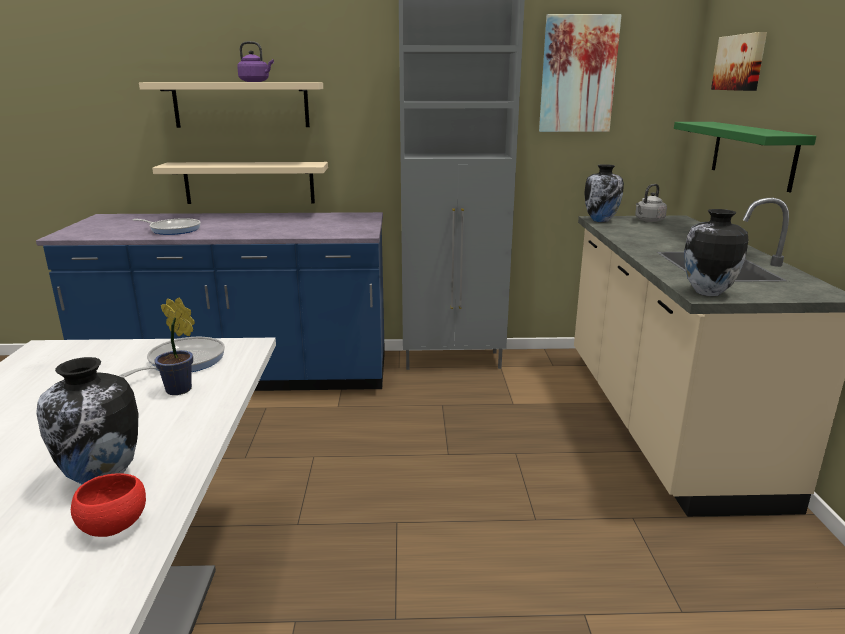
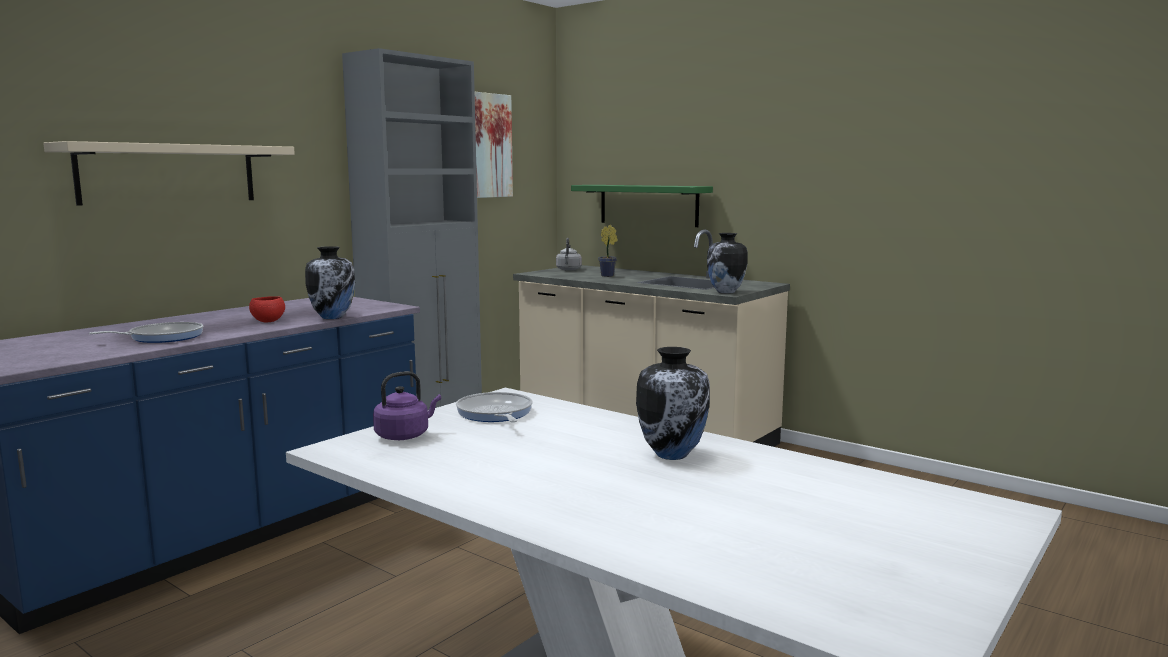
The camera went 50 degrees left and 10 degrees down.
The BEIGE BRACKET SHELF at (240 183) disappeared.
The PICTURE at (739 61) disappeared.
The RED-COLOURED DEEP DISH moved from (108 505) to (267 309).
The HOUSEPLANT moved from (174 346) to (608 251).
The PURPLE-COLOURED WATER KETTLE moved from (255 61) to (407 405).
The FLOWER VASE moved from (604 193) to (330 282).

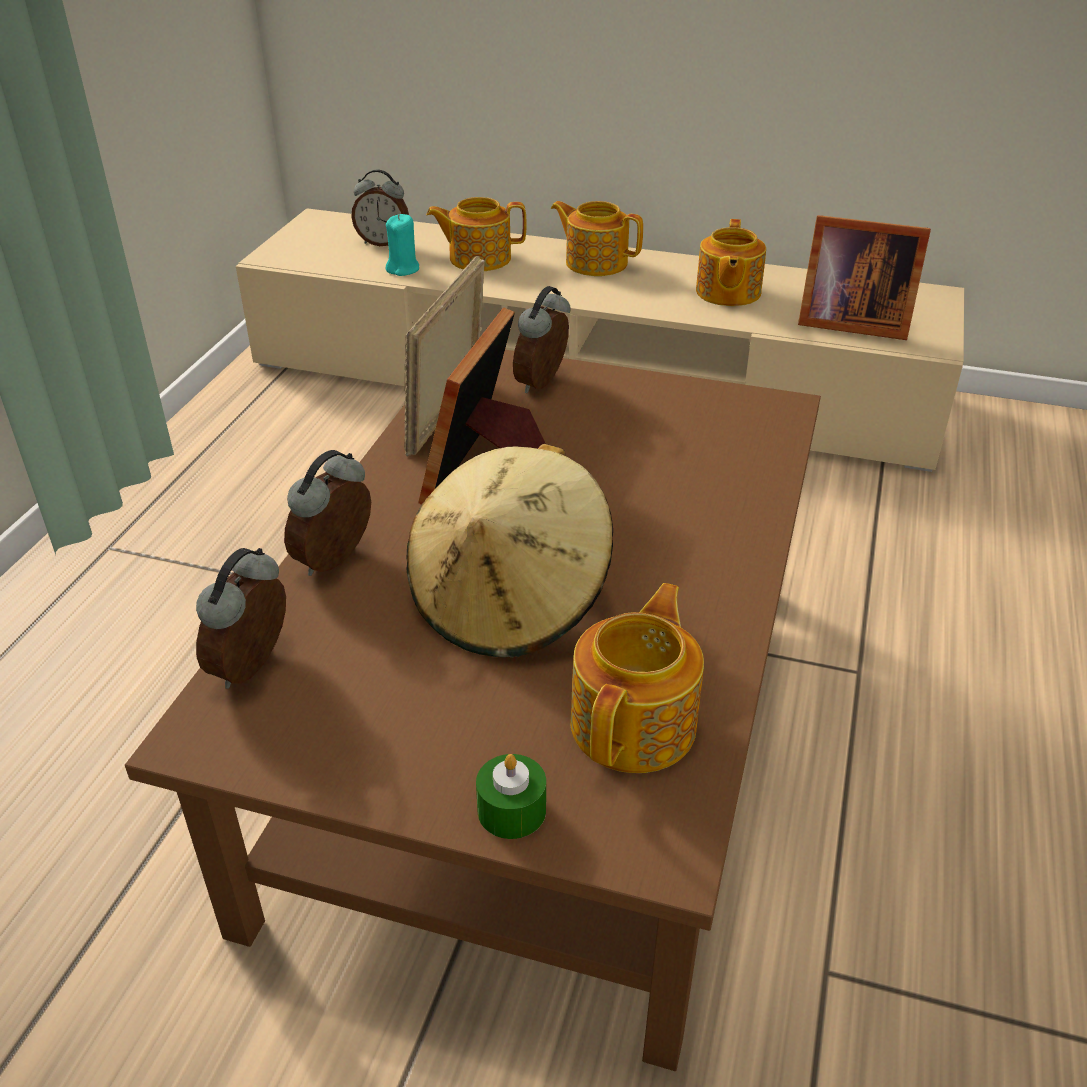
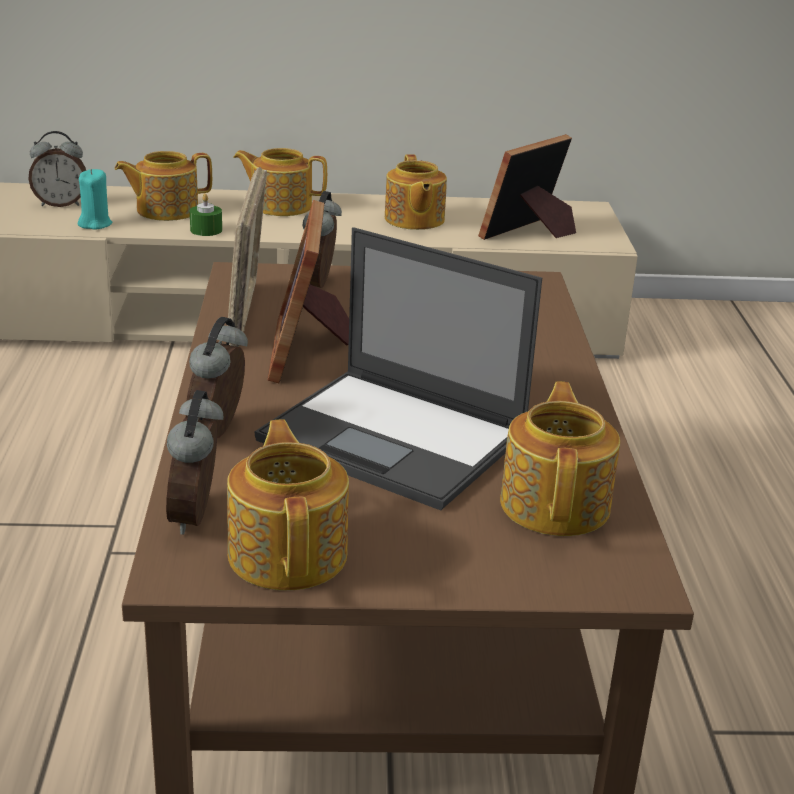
The camera went 20 degrees left and 10 degrees down.
The TEA POT at (288 505) appeared.
The GREEN WAX CANDLE moved from (511 796) to (206 215).
The BEIGE CLOTHING HAT at (509 551) was replaced by the NOTEBOOK COMPUTER at (398 368).
The STANDING FRAME at (864 277) turned 135 degrees clockwise.

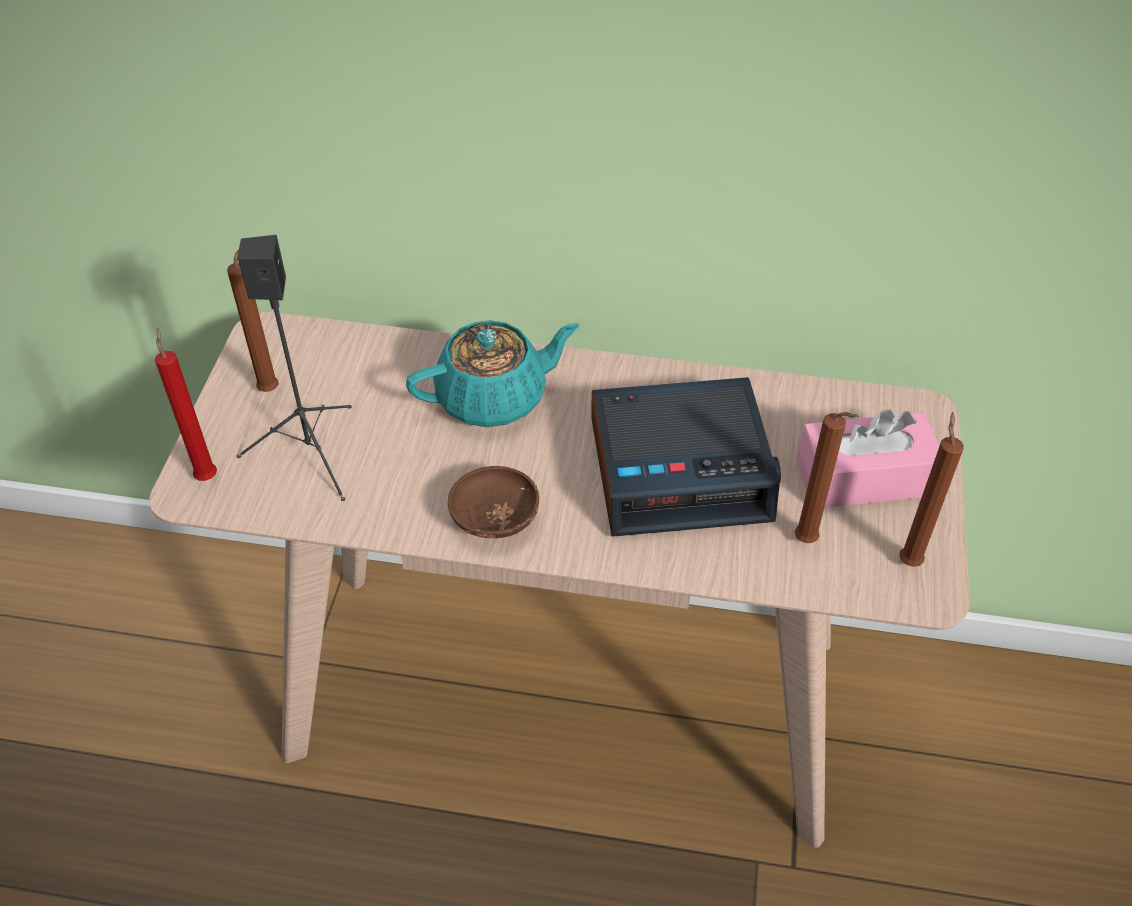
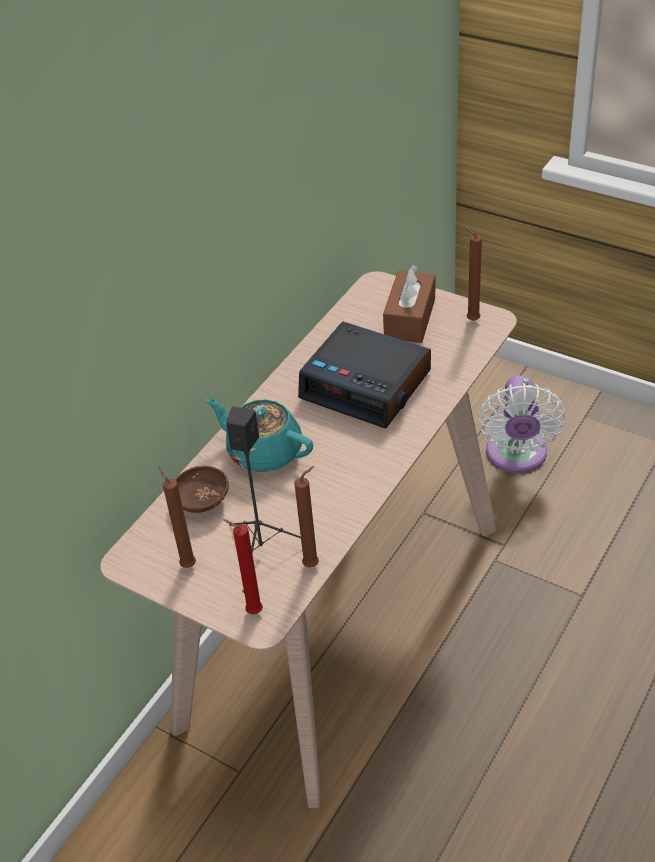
The camera went 65 degrees left and 5 degrees down.
The WHITISH ELECTRIC FAN at (522 424) appeared.
The BROWN-COLOURED DEEP DISH moved from (493 502) to (202 489).
The BROWN-COLOURED WAX CANDLE moved from (827 477) to (306 517).
The PINK-COLOURED BOX OF TISSUES at (867 458) became the BROWN-COLOURED BOX OF TISSUES at (409 304).
The TURQUOISE TEA POT at (493 373) turned 60 degrees counterclockwise.
The ALARM CLOCK at (686 456) turned 105 degrees clockwise.

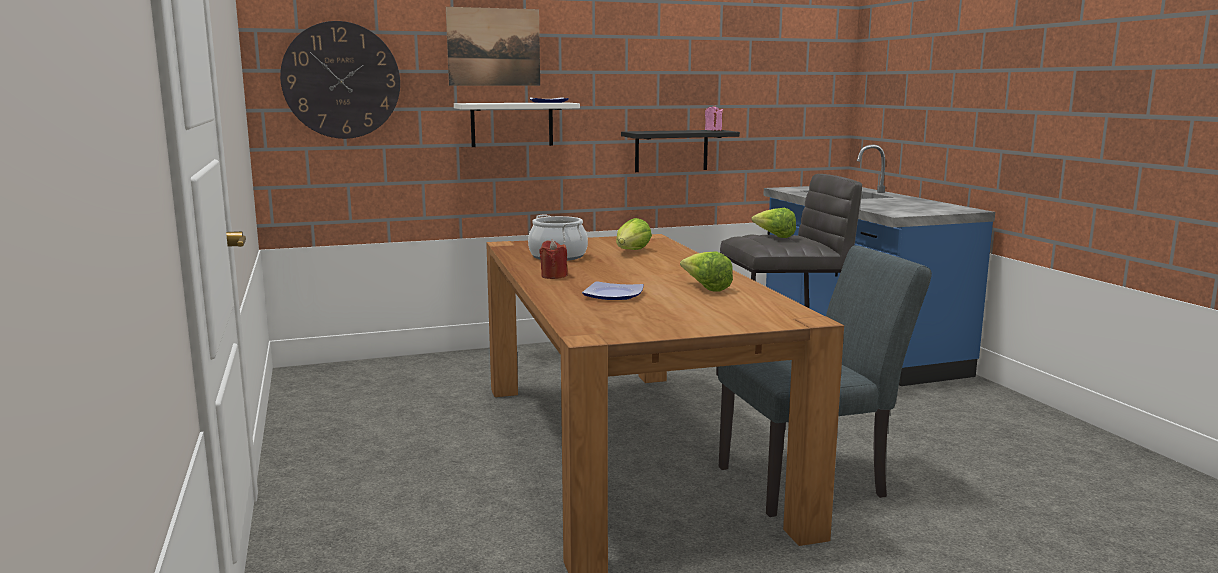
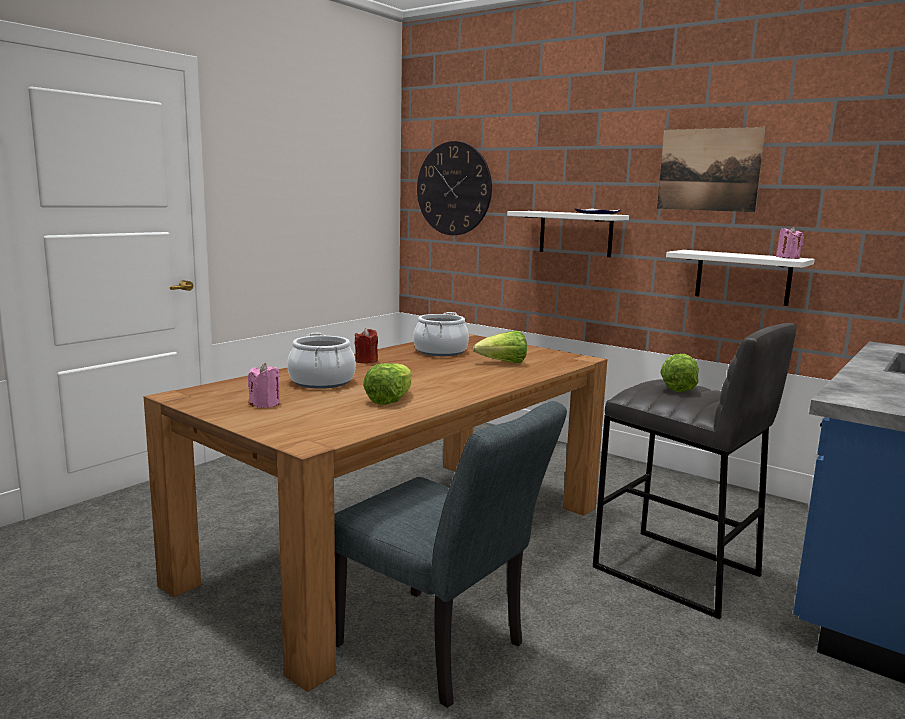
The camera went 55 degrees right and 0 degrees up.
The PINK-COLOURED WAX CANDLE at (264 385) appeared.
The PICTURE moved from (493 46) to (711 169).
The FLAT DISH at (613 290) was replaced by the SAUCEPOT at (321 361).
The BLACKISH BRACKET SHELF at (680 151) became the WHITISH BRACKET SHELF at (740 278).

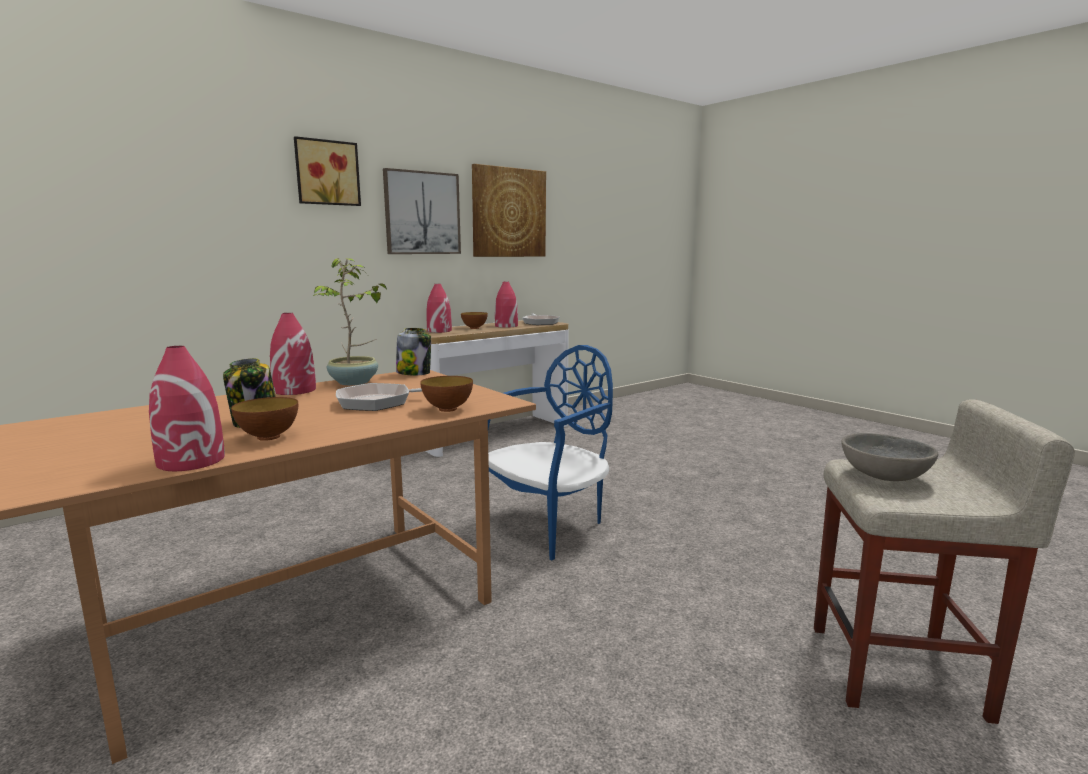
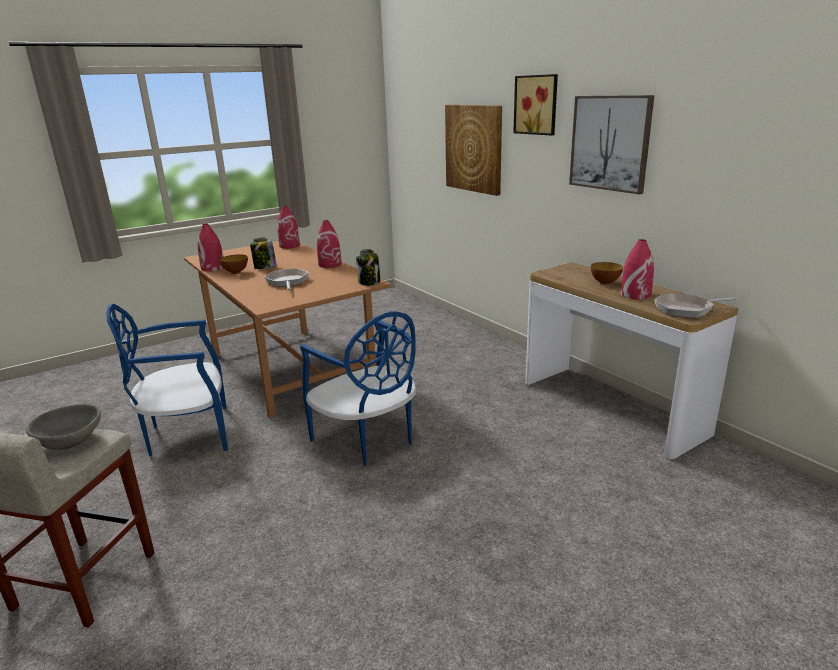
The camera went 95 degrees right and 10 degrees up.
The HOUSEPLANT at (350 321) disappeared.
The DEEP DISH at (446 394) disappeared.
The BLUE PLAIN CHAIR at (167 380) appeared.
The RED-COLOURED FLOWER VASE moved from (439 308) to (288 227).
The PICTURE moved from (509 210) to (473 150).

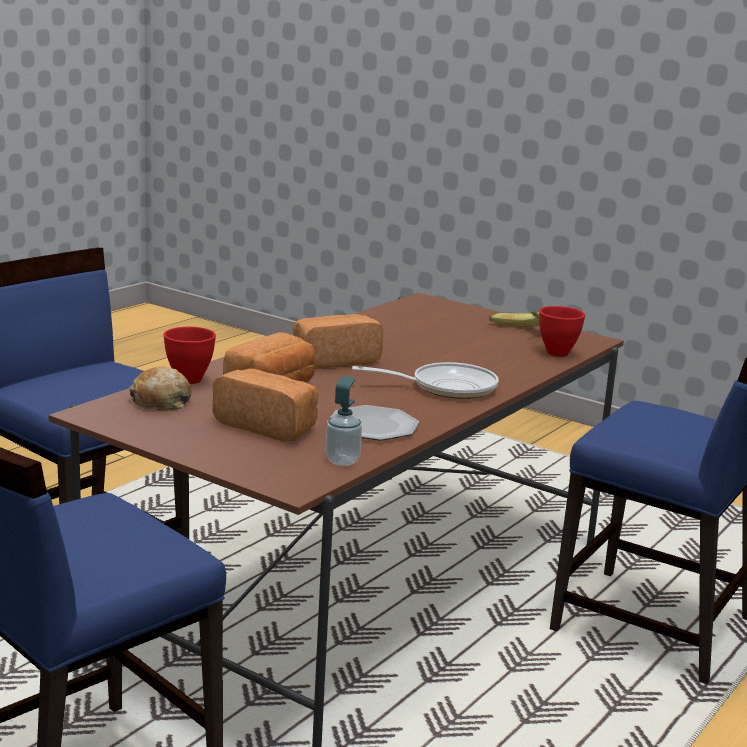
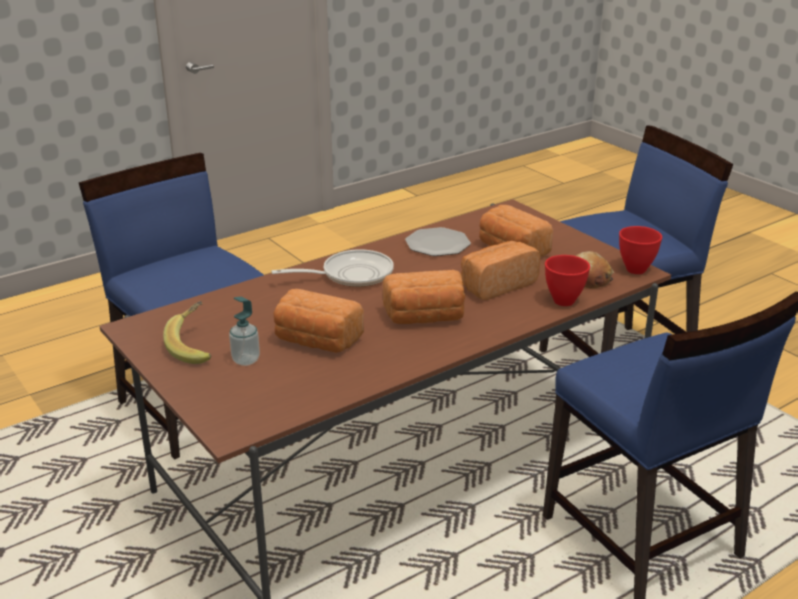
The camera went 160 degrees left and 10 degrees up.
The BREAD at (318 321) appeared.
The LIQUID SOAP BOTTLE moved from (344 421) to (244 331).
The RED-COLOURED DEEP DISH moved from (562 331) to (640 250).
The PAN at (425 380) turned 150 degrees clockwise.

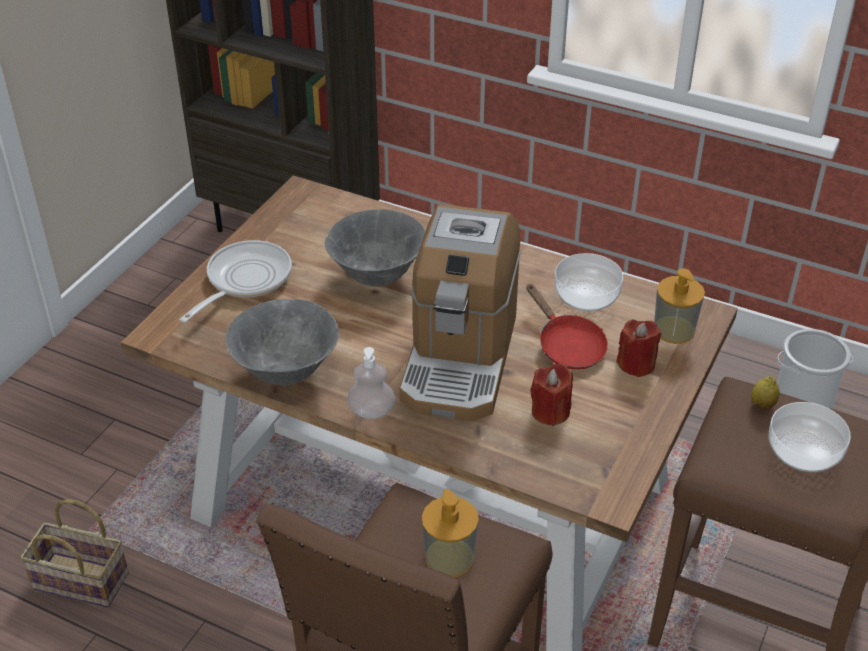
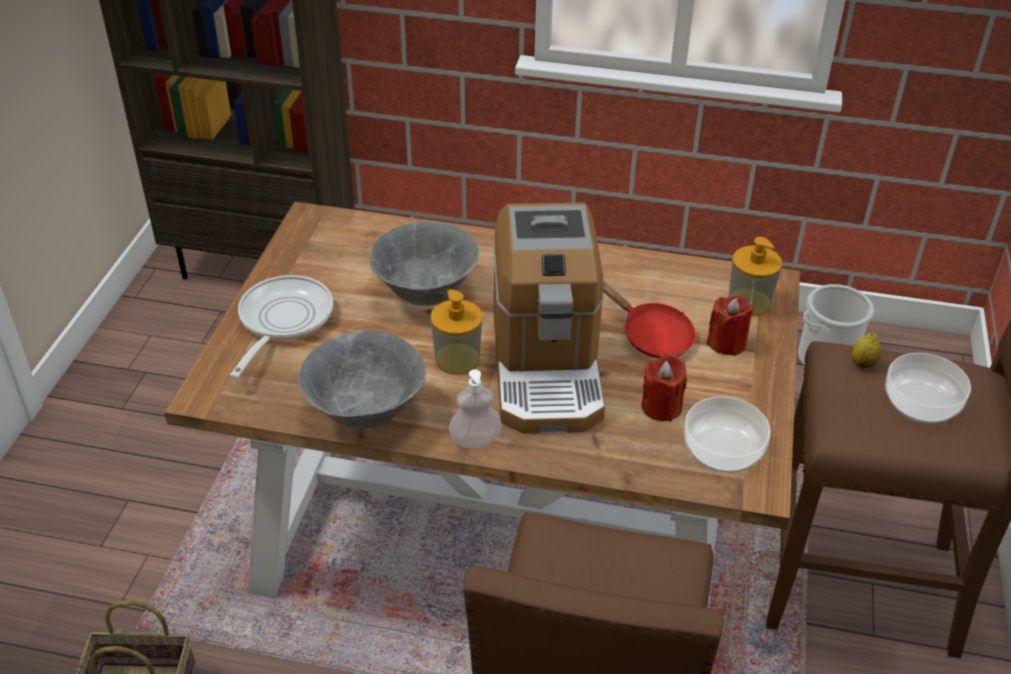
The camera went 15 degrees left and 0 degrees up.
The LIQUID SOAP BOTTLE moved from (450 533) to (456 332).
The DEEP DISH moved from (588 282) to (727 434).

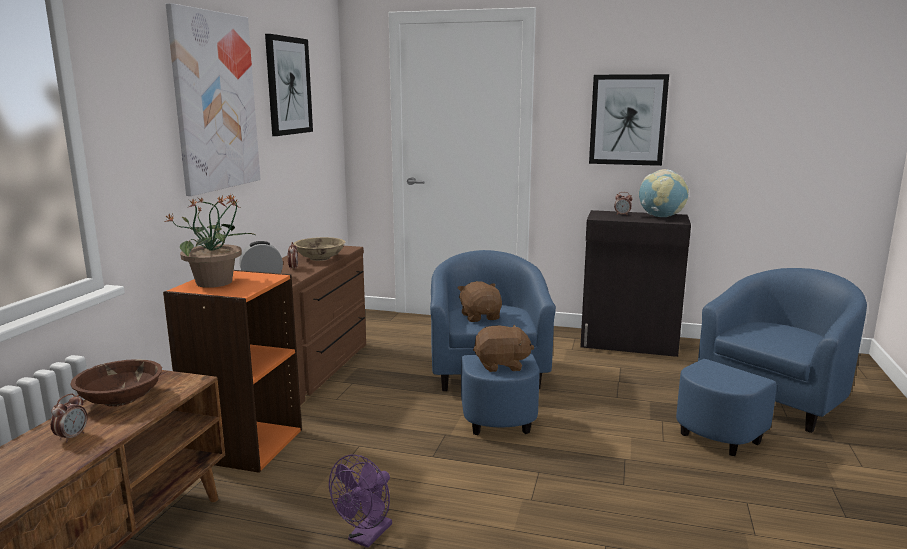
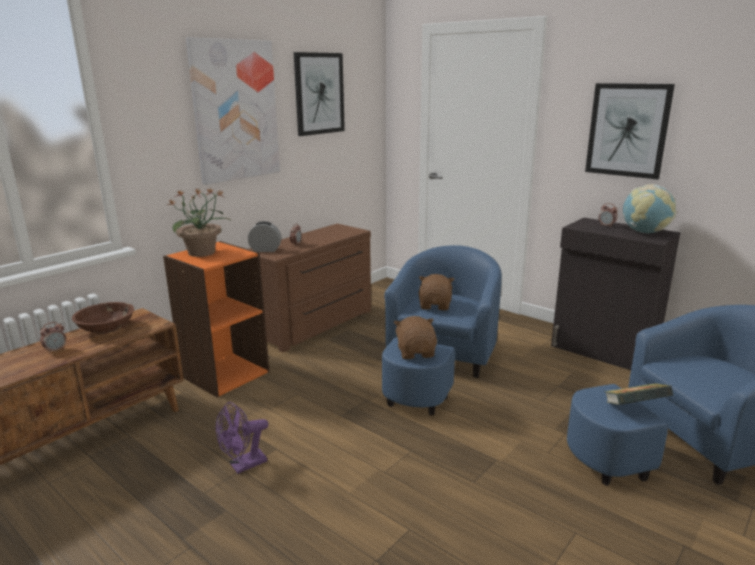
The camera went 25 degrees right and 5 degrees up.
The BEIGE DEEP DISH at (319 249) disappeared.
The BOUND BOOK at (638 394) appeared.
The BROWN-COLOURED SOFT TOY at (503 348) turned 120 degrees counterclockwise.

